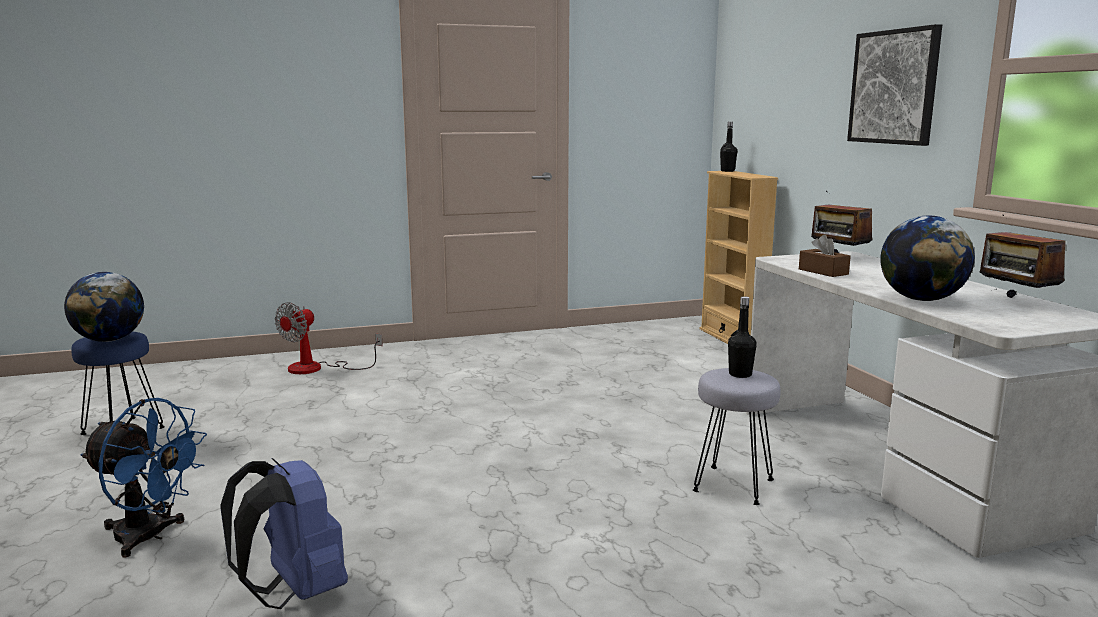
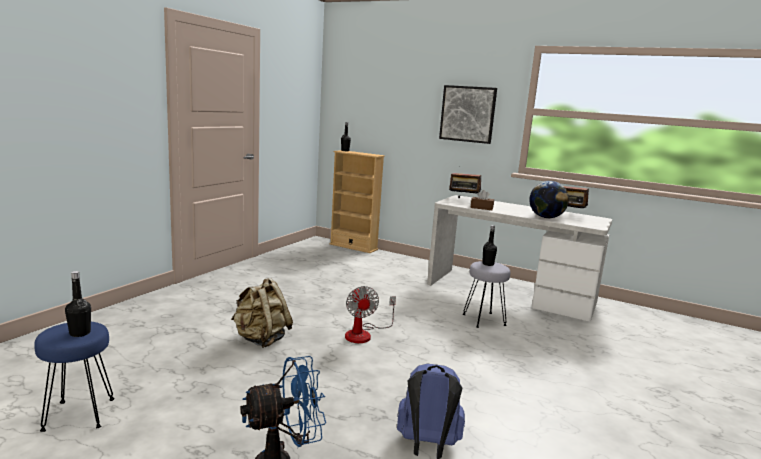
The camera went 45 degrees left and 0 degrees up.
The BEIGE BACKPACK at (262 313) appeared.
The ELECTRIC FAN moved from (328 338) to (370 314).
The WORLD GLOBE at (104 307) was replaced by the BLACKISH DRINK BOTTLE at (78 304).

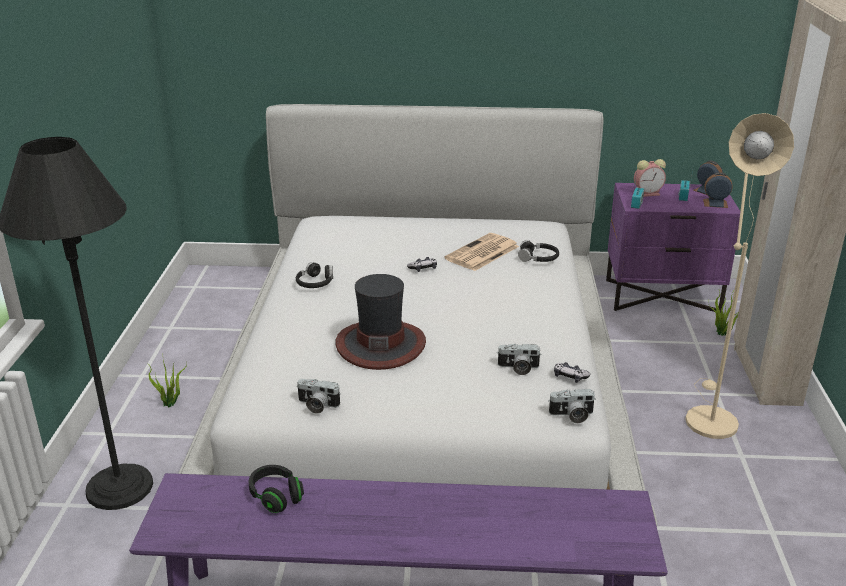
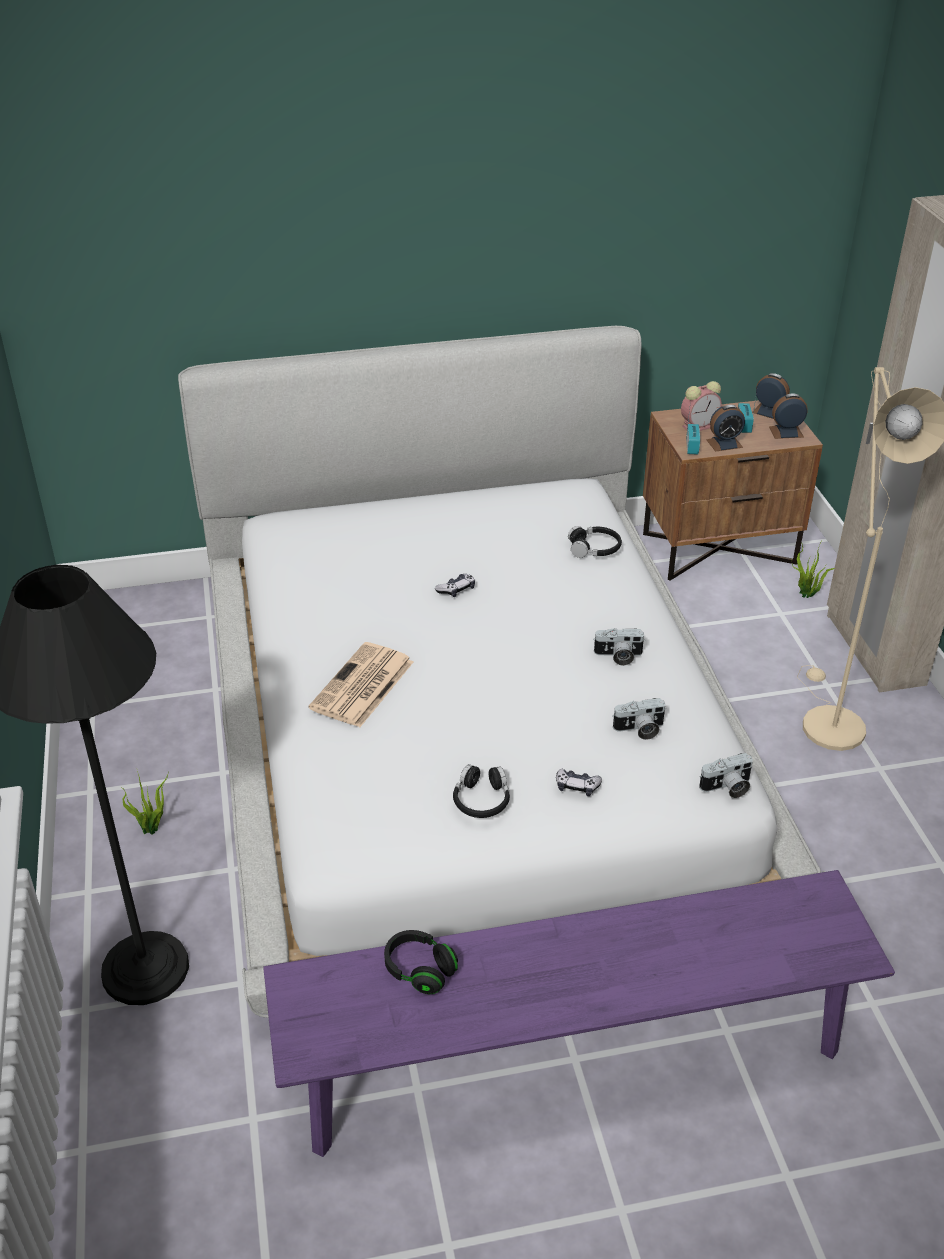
The camera went 15 degrees left and 10 degrees up.
The CLOTHING HAT at (380 322) disappeared.
The ALARM CLOCK at (725 428) appeared.
The BLACKISH PAIR OF HEADPHONES moved from (314 275) to (481 791).
The STILL CAMERA moved from (319 396) to (619 647).
The DAILY PAPER moved from (481 252) to (361 684).
The GAME CONTROLLER moved from (572 372) to (579 782).
The PURPLE-COLOURED NIGHT TABLE at (673 248) became the BROWN-COLOURED NIGHT TABLE at (733 490).

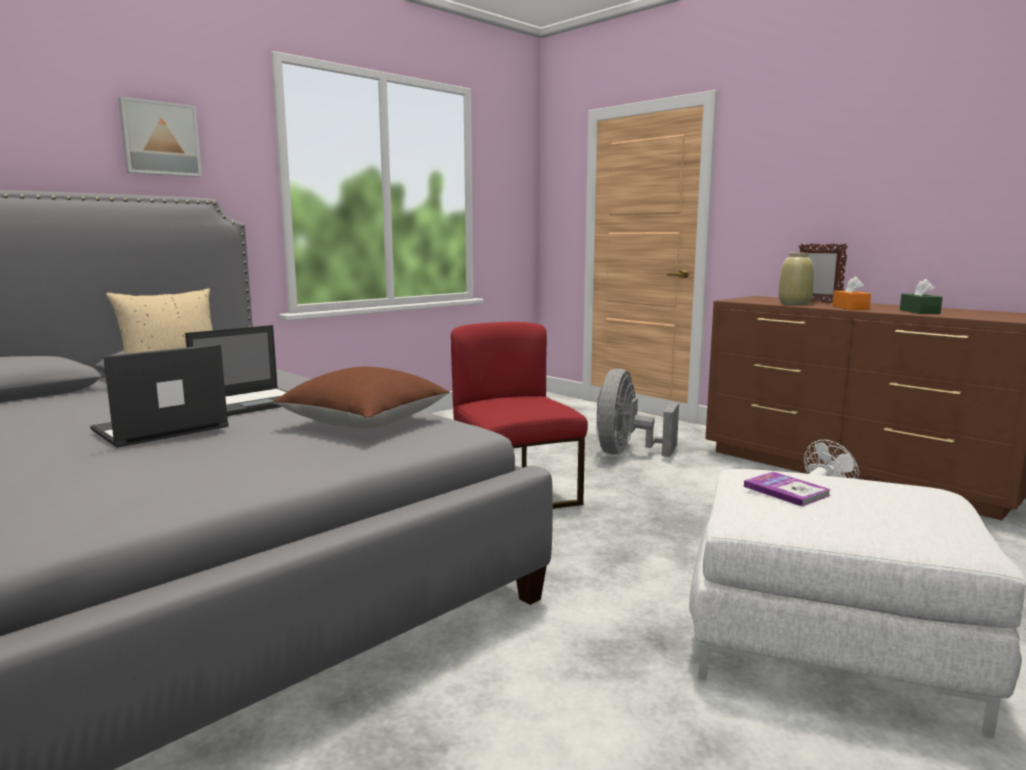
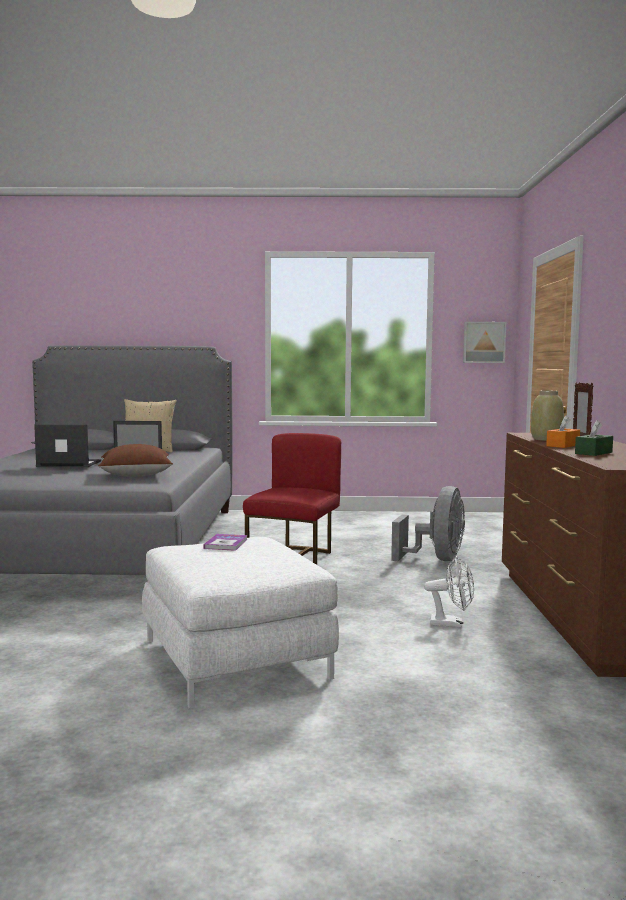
The camera went 45 degrees right and 5 degrees down.
The PICTURE moved from (160 137) to (484 342).
The GREYISH ELECTRIC FAN at (637 413) turned 135 degrees clockwise.

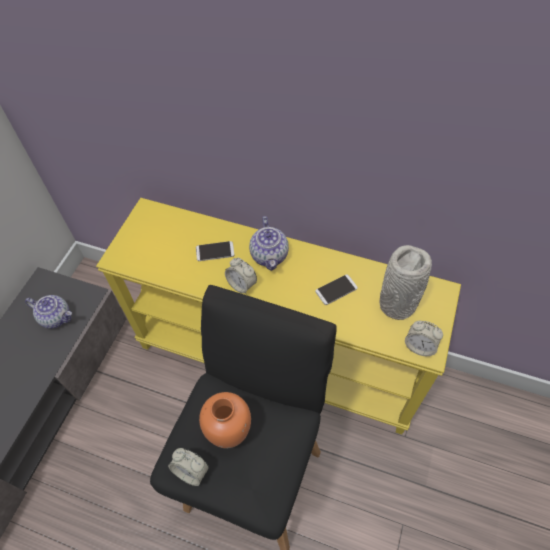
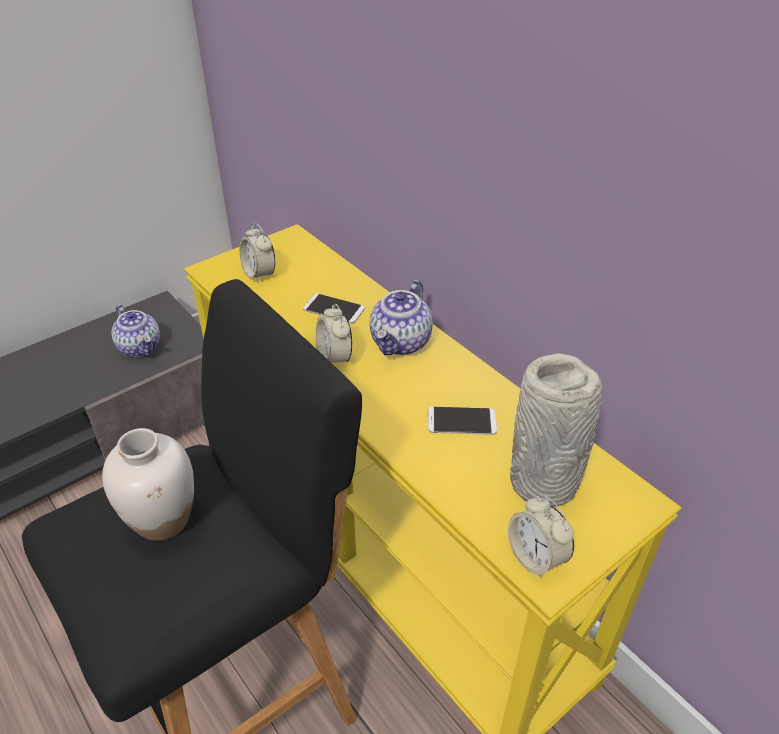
The camera went 30 degrees right and 15 degrees down.
The ALARM CLOCK moved from (188 467) to (257 253).
The ORANGE-COLOURED FLOWER VASE at (225 420) became the WHITISH FLOWER VASE at (148 484).

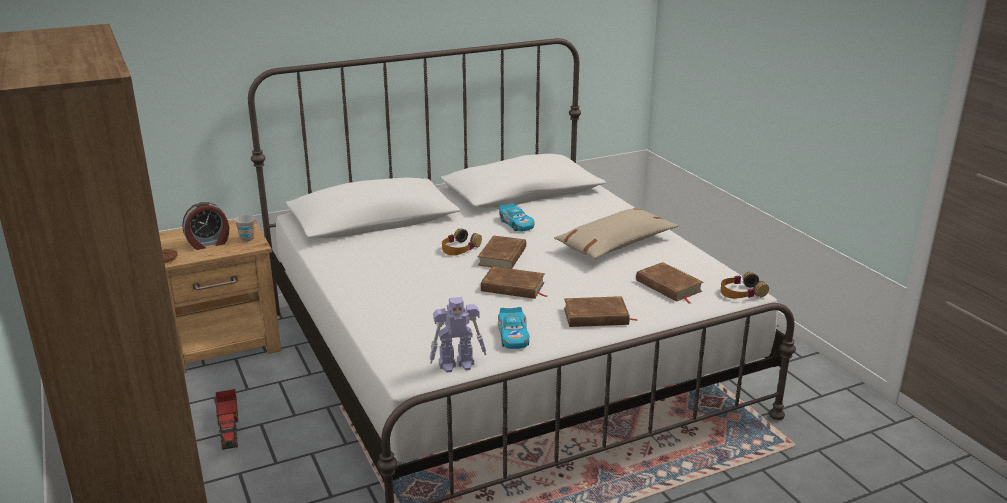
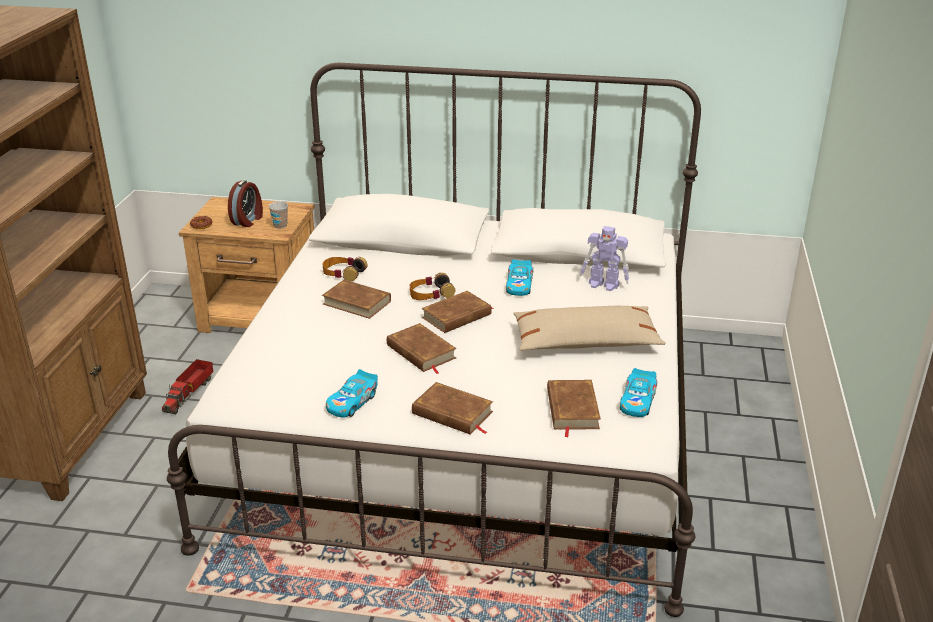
The camera went 35 degrees right and 5 degrees up.
The BROWN-COLOURED BOUND BOOK at (356 299) appeared.
The MINIATURE CAR at (638 392) appeared.
The ROBOT FIGURE moved from (458 335) to (604 258).
The PAIR OF HEADPHONES moved from (745 285) to (345 269).
The ALARM CLOCK at (205 226) turned 75 degrees counterclockwise.

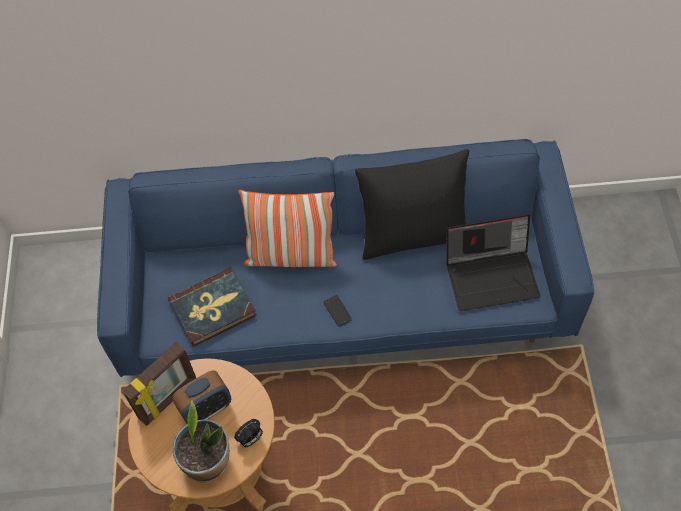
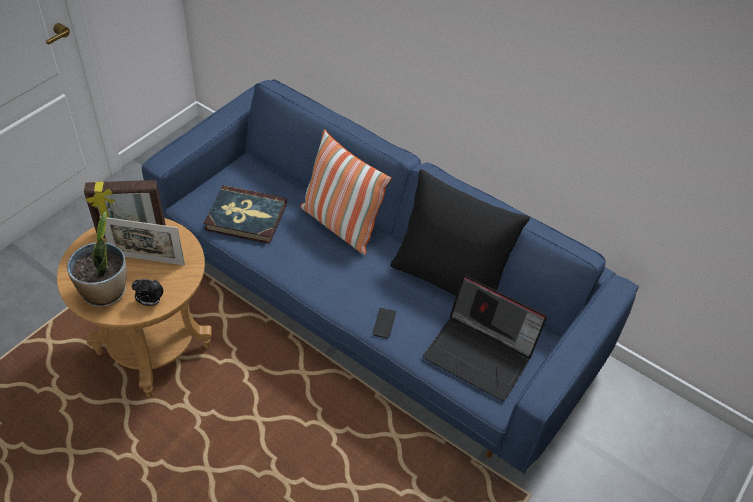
The camera went 35 degrees right and 10 degrees down.
The PHONE moved from (337 311) to (384 323).
The ALARM CLOCK at (201 397) was replaced by the STANDING FRAME at (142 241).

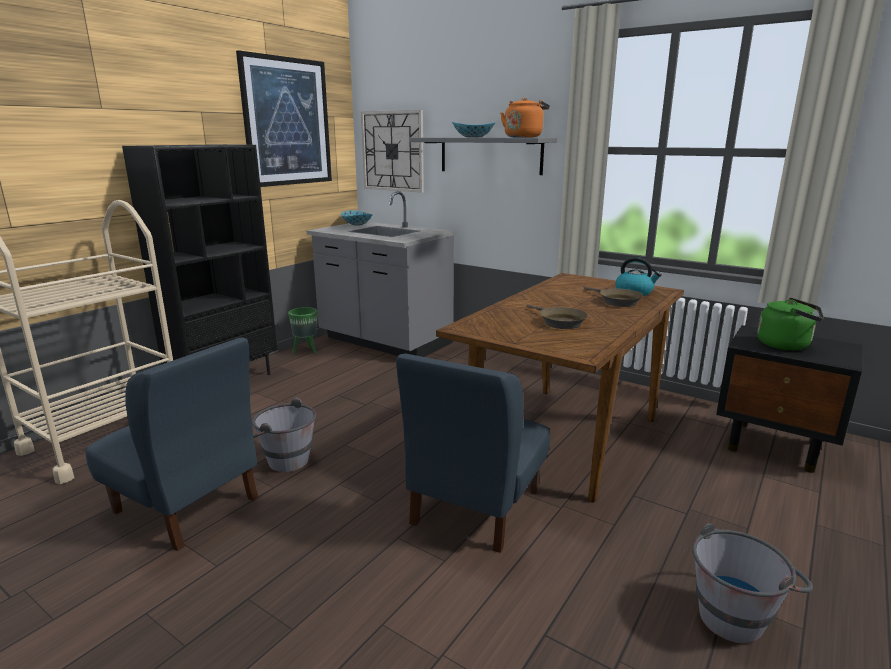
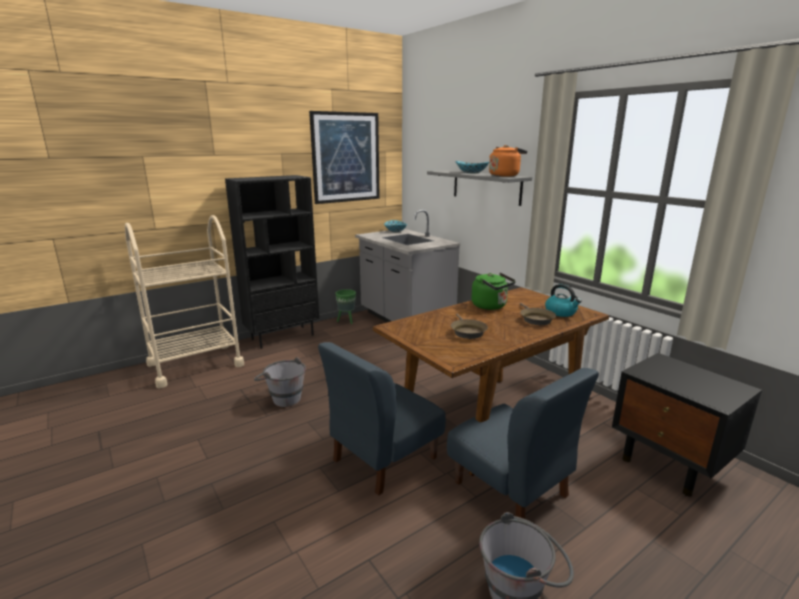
The camera went 20 degrees right and 0 degrees up.
The WALL CLOCK at (392 151) disappeared.
The BLUE PLAIN CHAIR moved from (172 444) to (523 443).
The GREEN WATER KETTLE moved from (790 324) to (494 291).

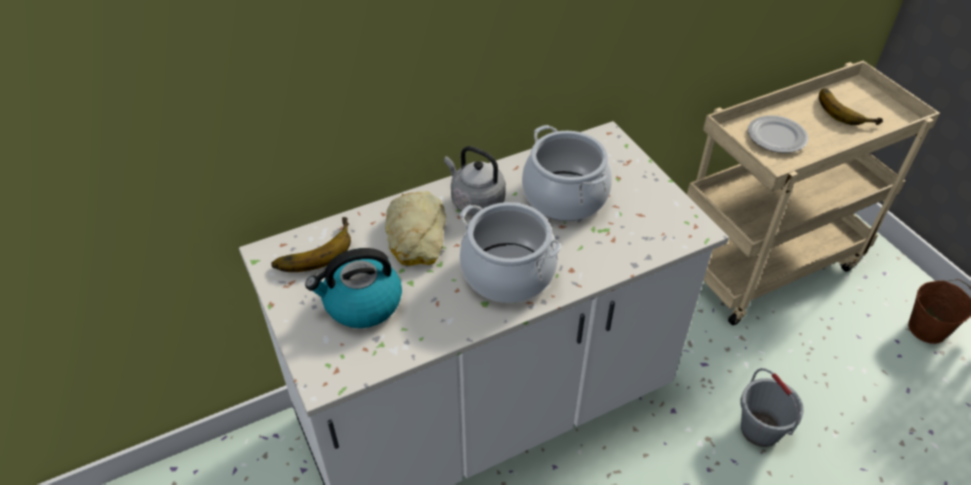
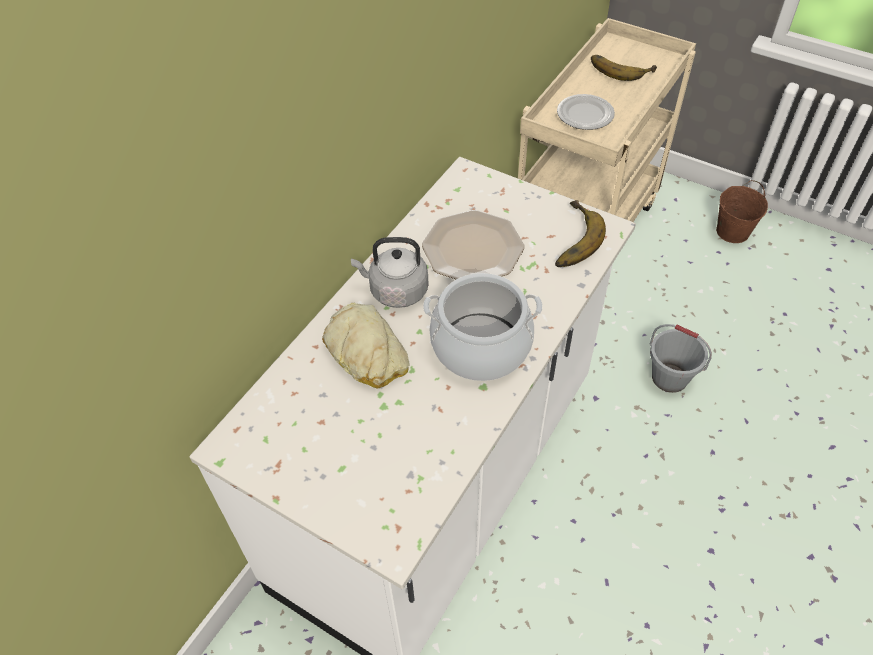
The camera went 30 degrees left and 5 degrees up.
The WATER KETTLE at (353 288) disappeared.
The BANANA moved from (311 244) to (580 233).
The SAUCEPOT at (567 173) was replaced by the FLAT DISH at (473 244).

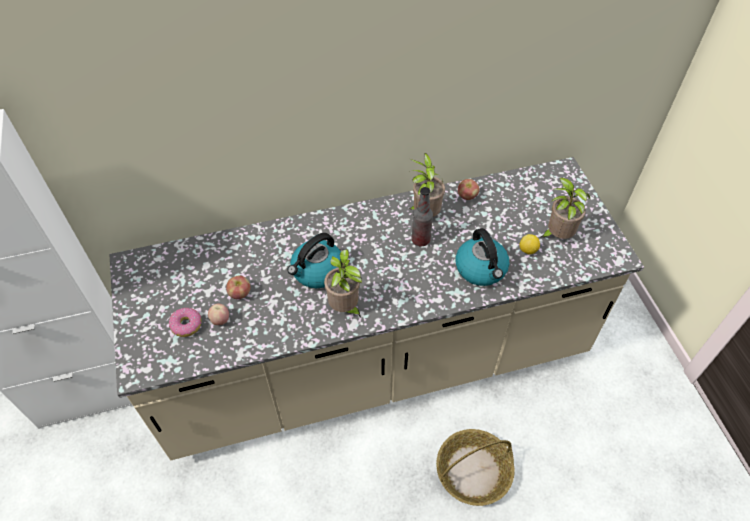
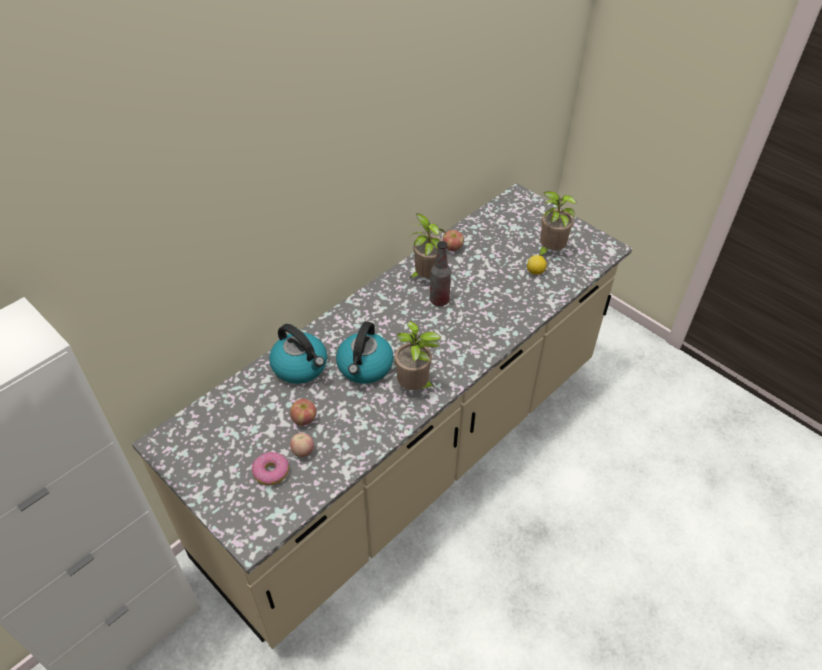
The camera went 30 degrees left and 5 degrees down.
The STORAGE BASKET at (475 467) disappeared.
The WATER KETTLE moved from (482 257) to (298 354).

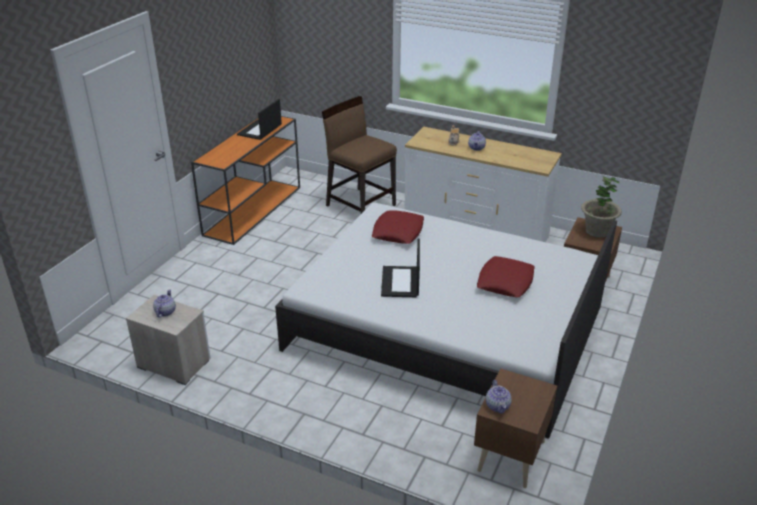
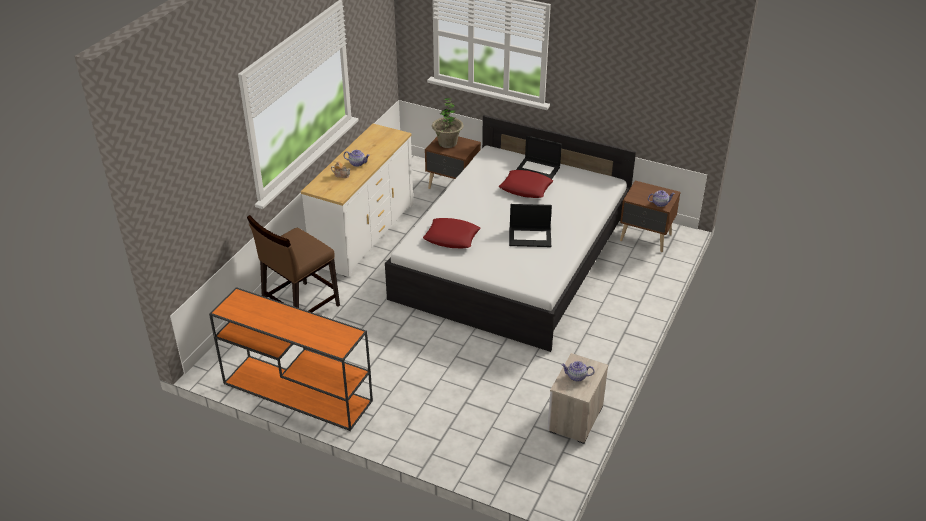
The camera went 90 degrees left and 5 degrees up.
The NOTEBOOK COMPUTER moved from (259 119) to (539 157).

